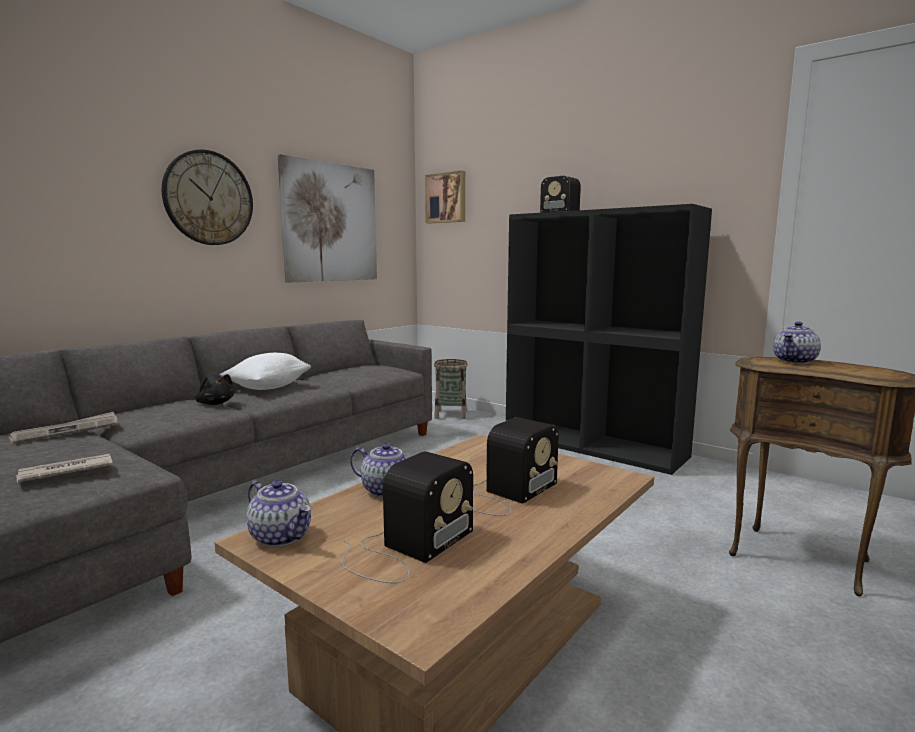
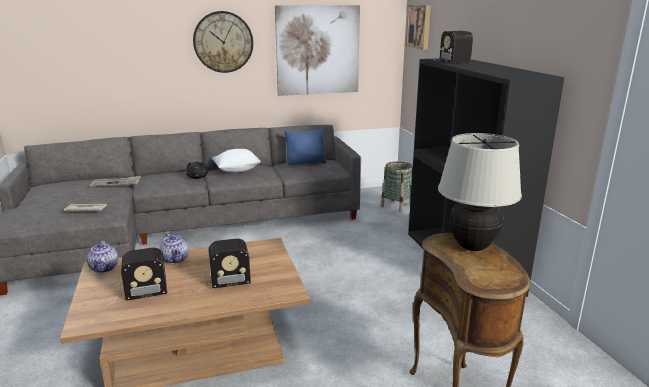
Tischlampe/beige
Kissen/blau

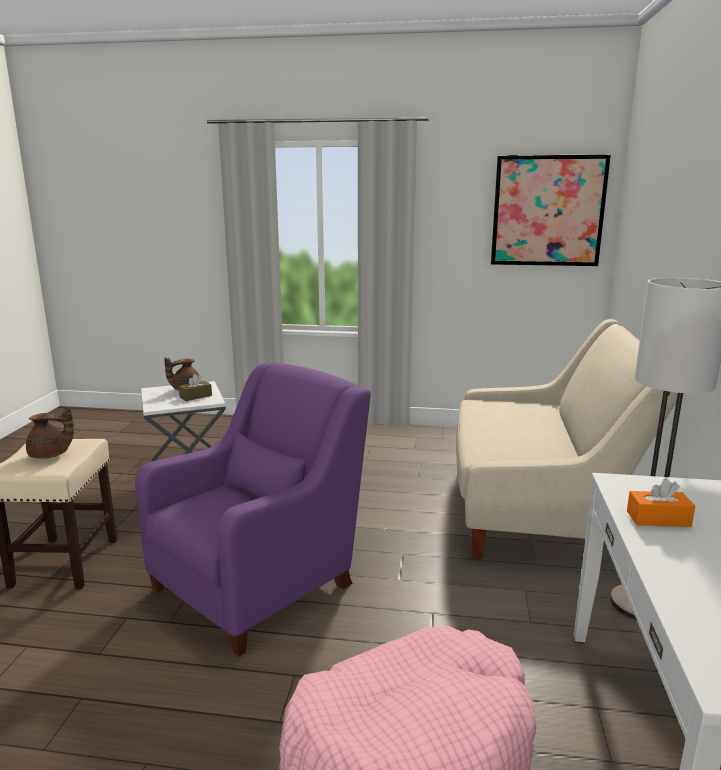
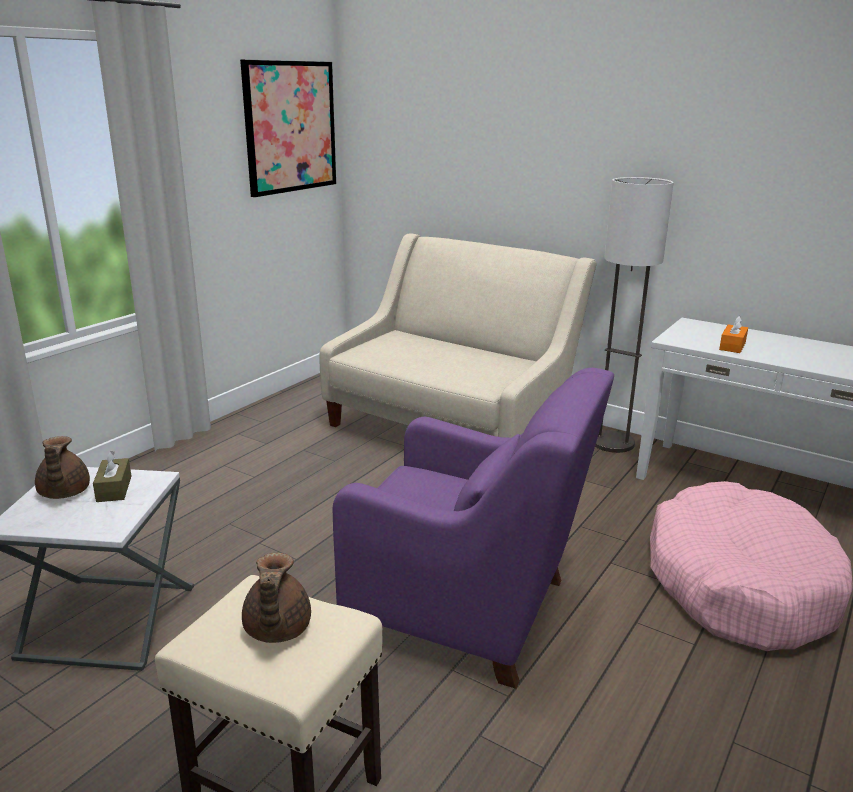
Teekanne/braun (no. 2 from left)
Sessel/lila

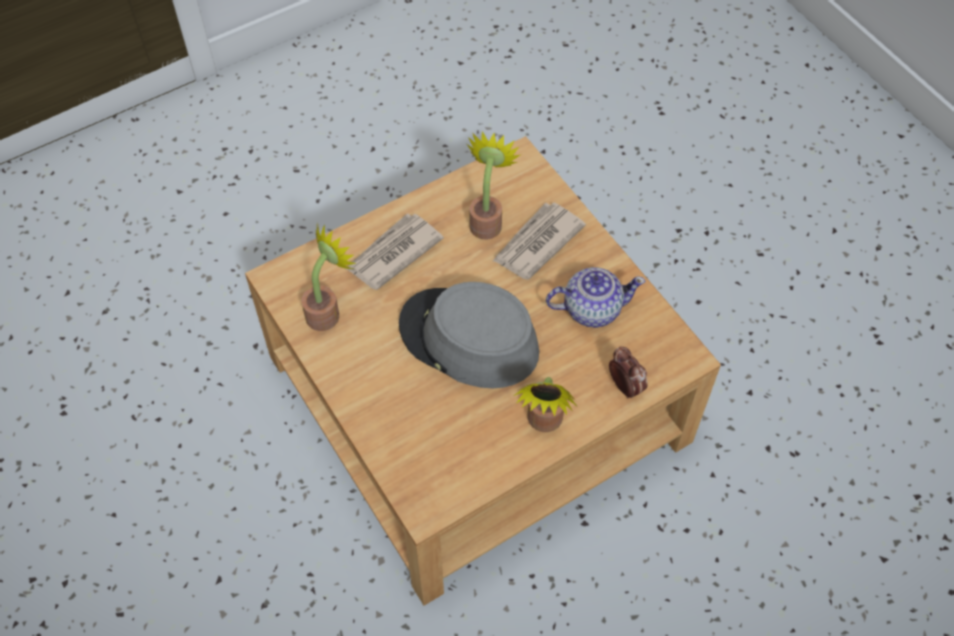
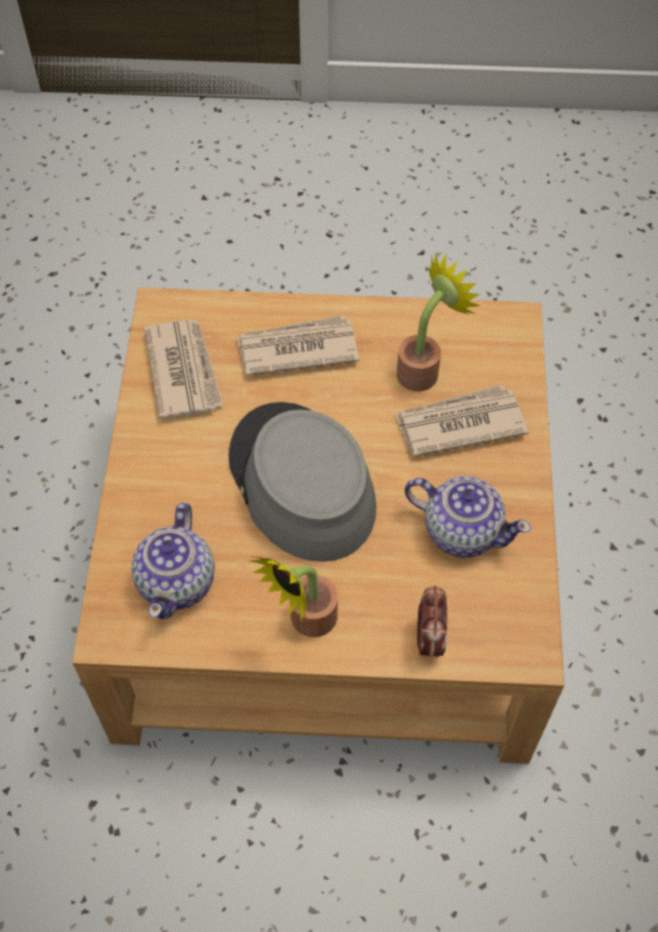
Zeitung (no. 1 from left)
Teekanne (no. 1 from left)

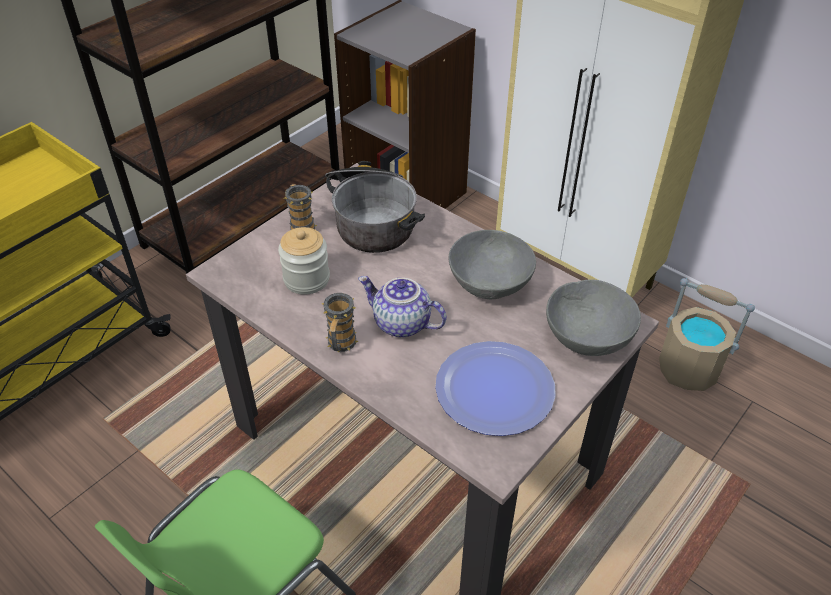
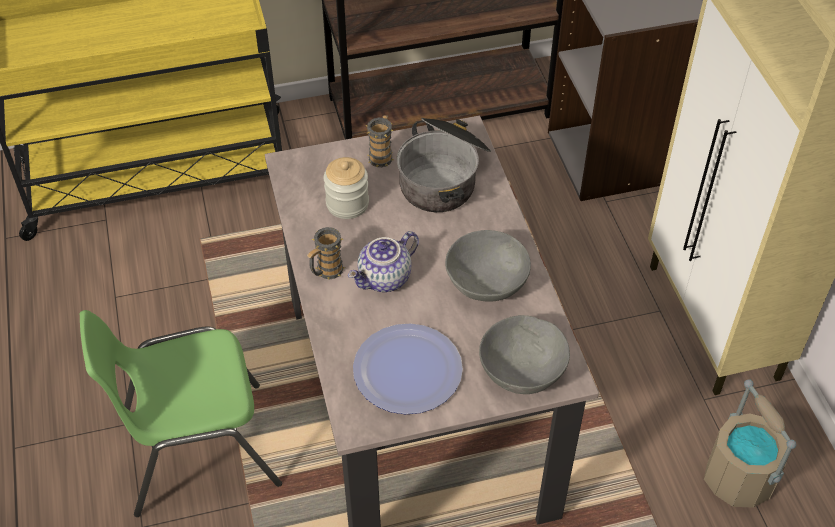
Teekanne

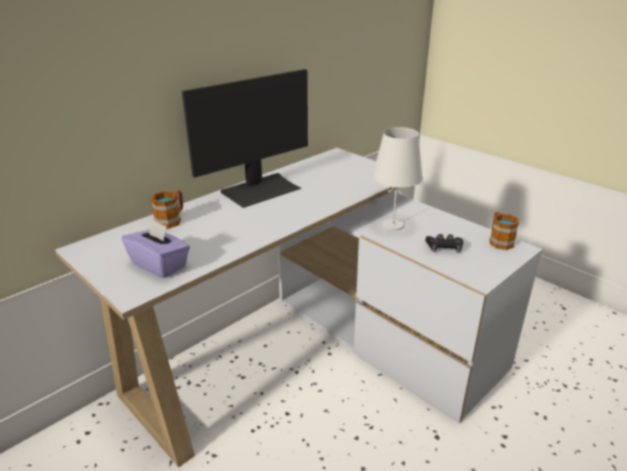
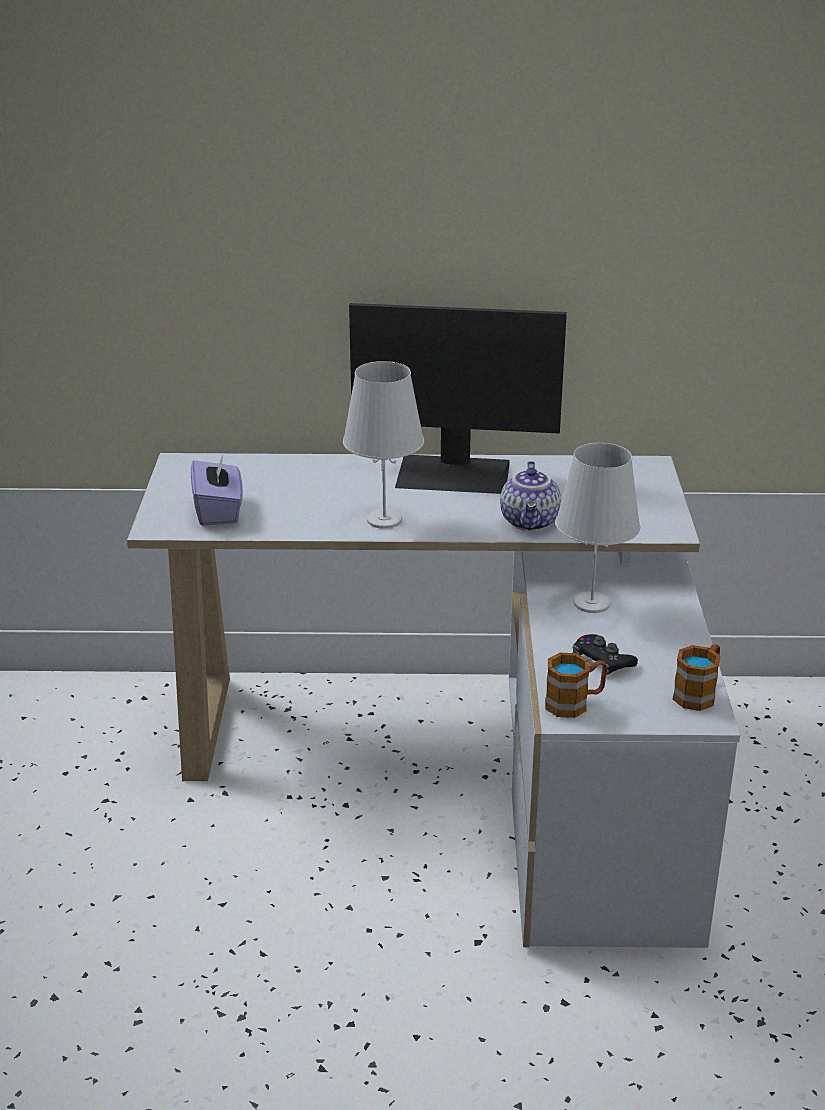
Henkelbecher (no. 1 from left)
Tischlampe/weiß (no. 1 from left)
Teekanne

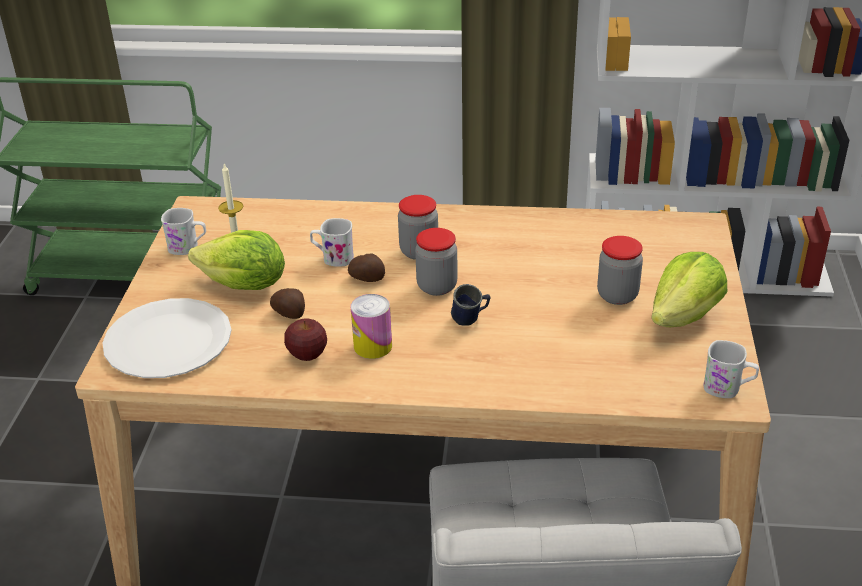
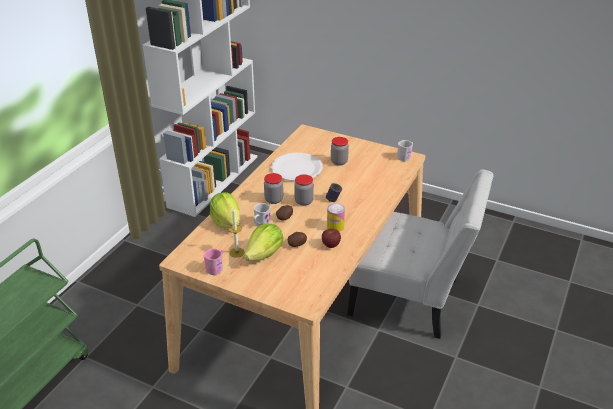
Teller/weiß
Henkelbecher/rosa
Salatkopf (no. 1 from left)

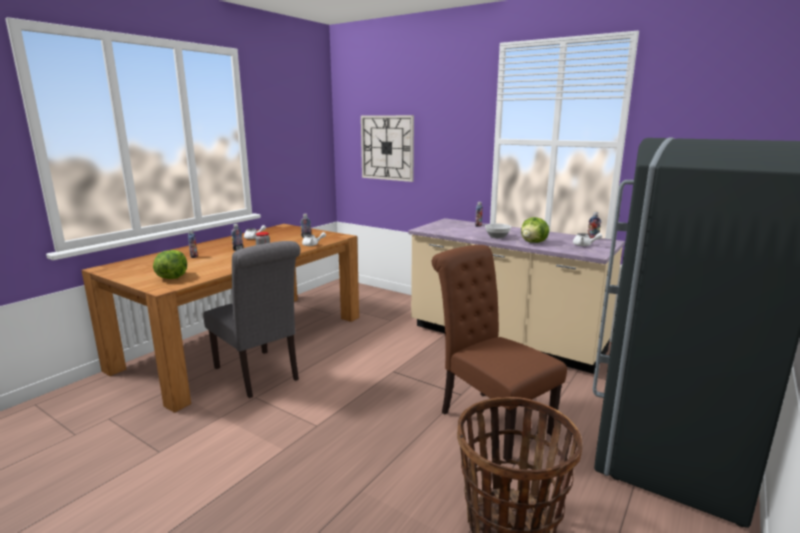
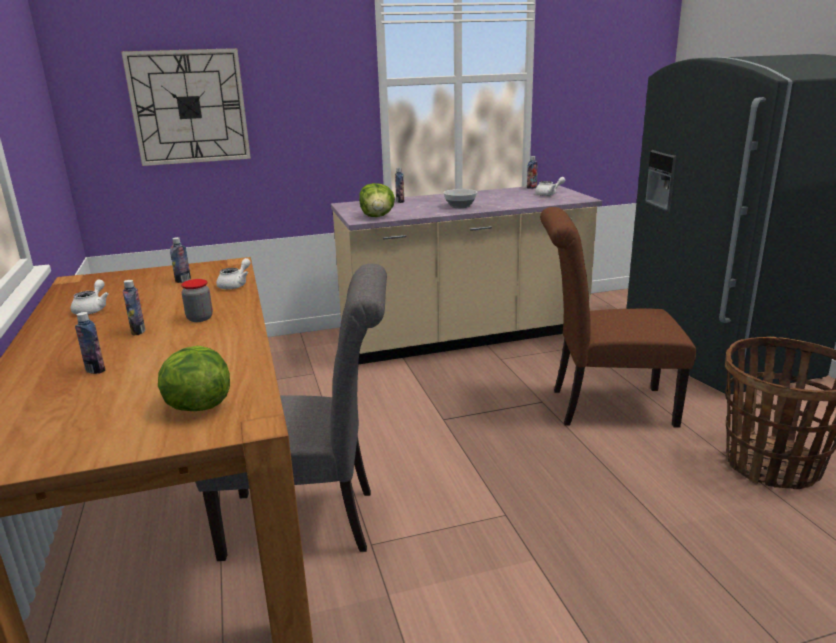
Salatkopf (no. 2 from left)

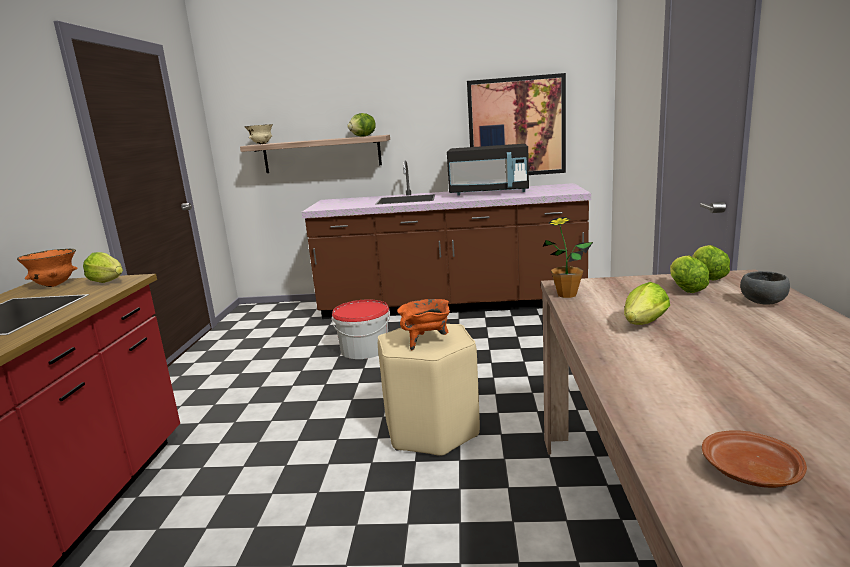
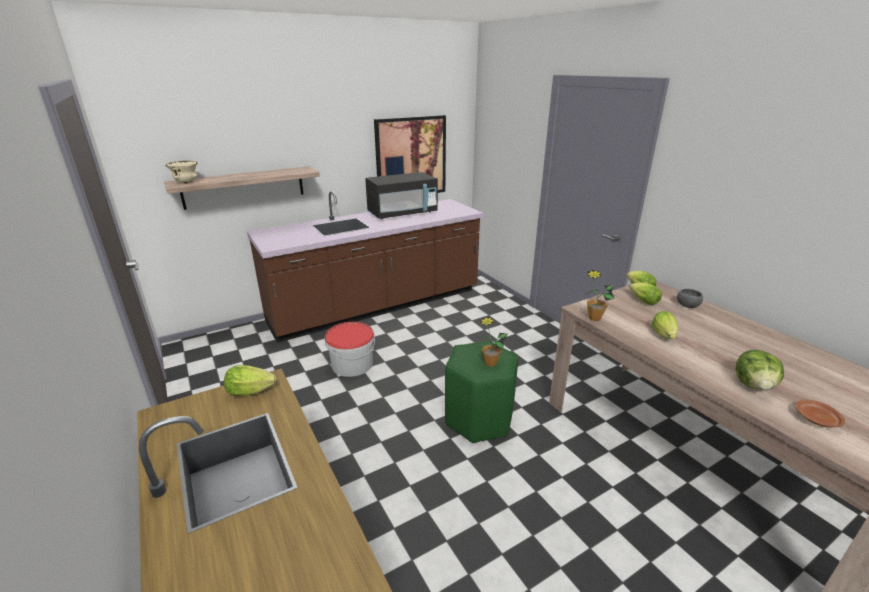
Schüssel/orange
Salatkopf (no. 5 from left)
Hocker/grün
Topfpflanze (no. 1 from left)

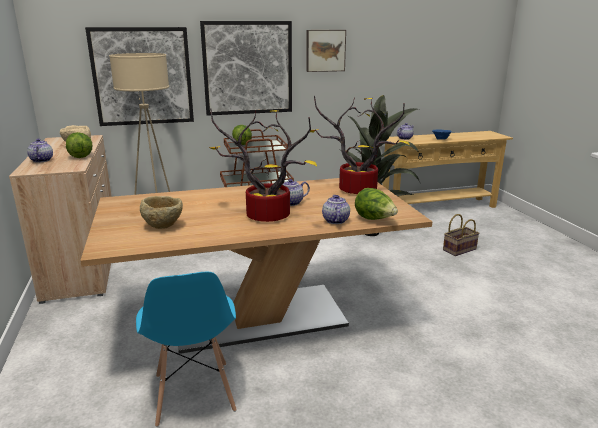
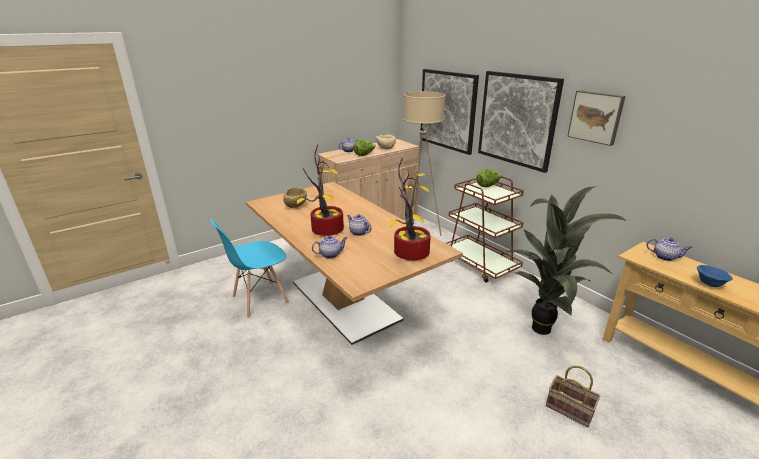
Salatkopf (no. 3 from left in the first image)

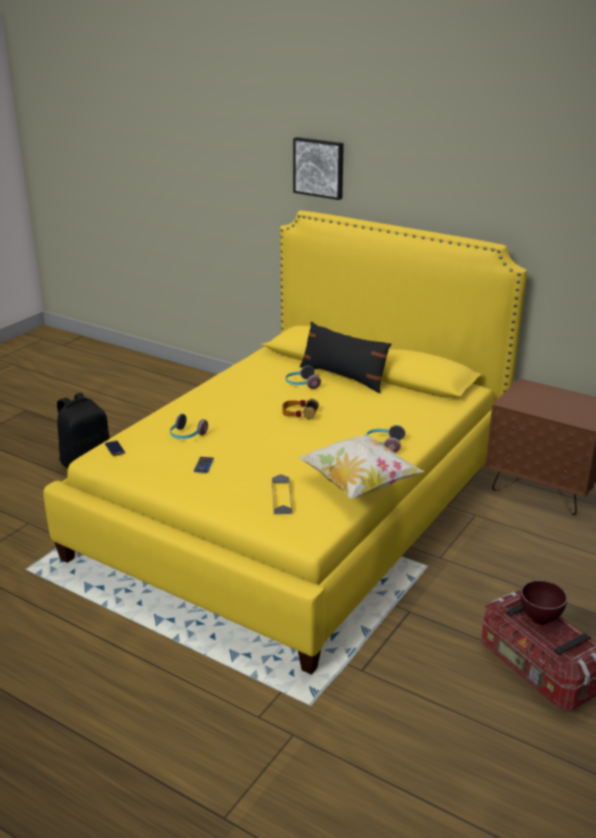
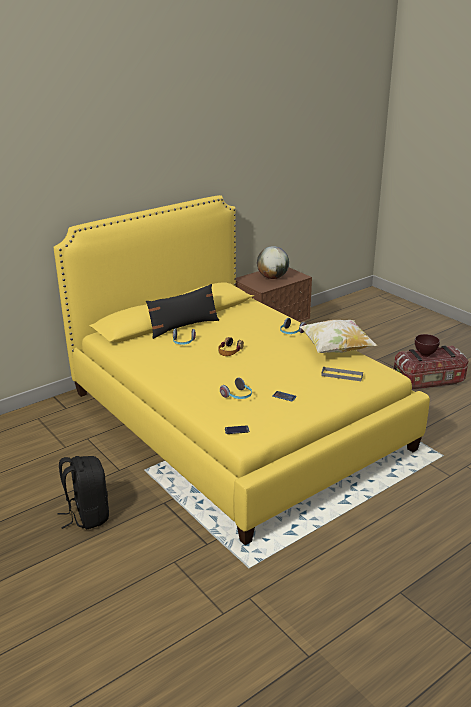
Bild
Globus

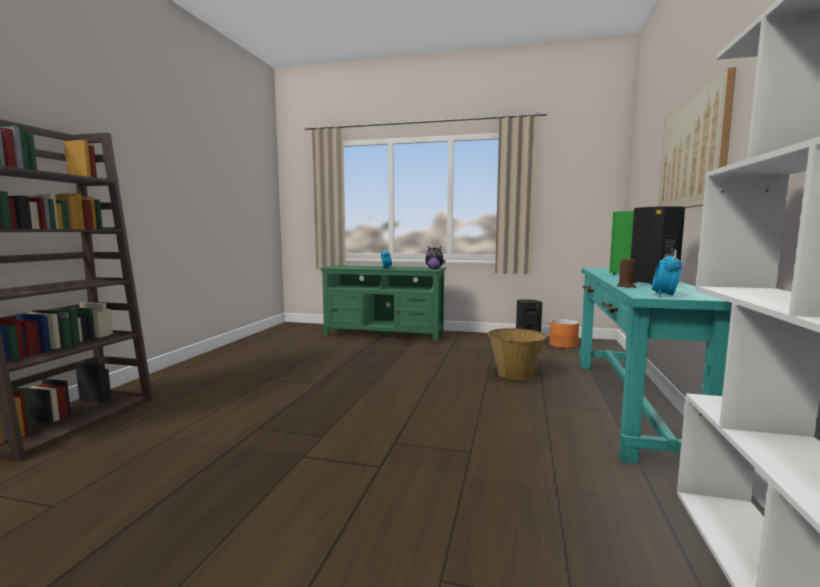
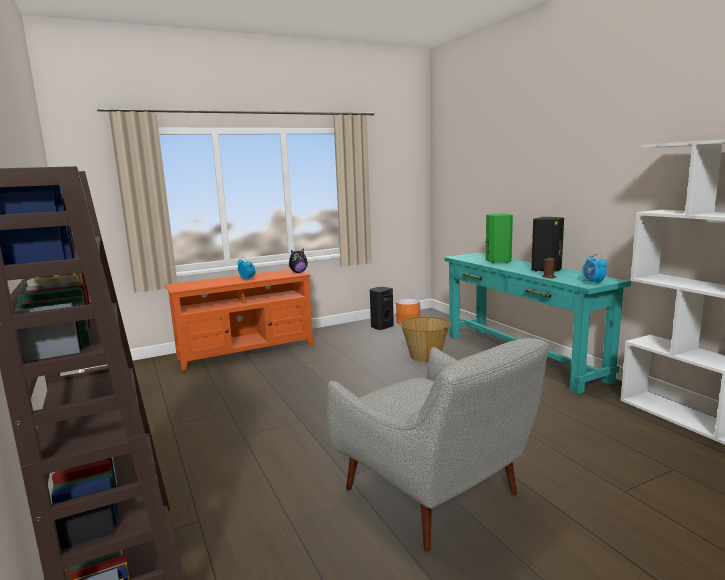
Fernsehschrank/orange
Bild
Sessel/grau

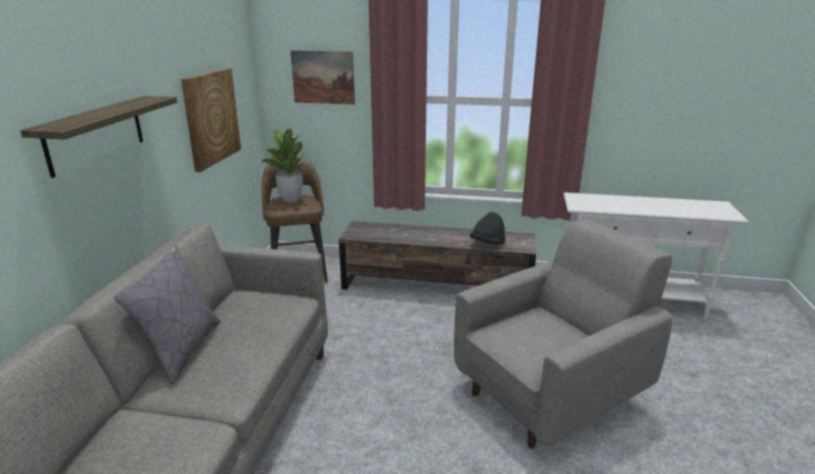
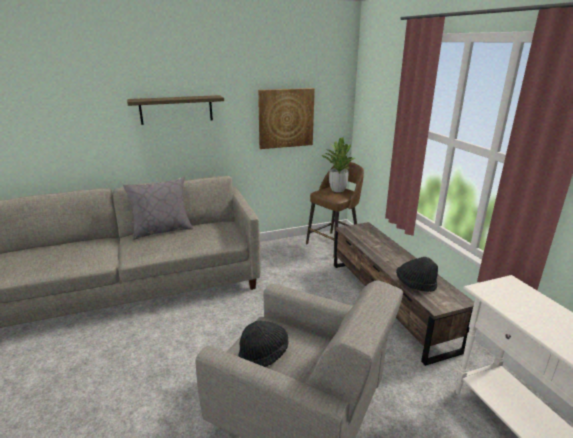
Bild (no. 2 from left in the first image)
Hut/schwarz (no. 1 from left)

